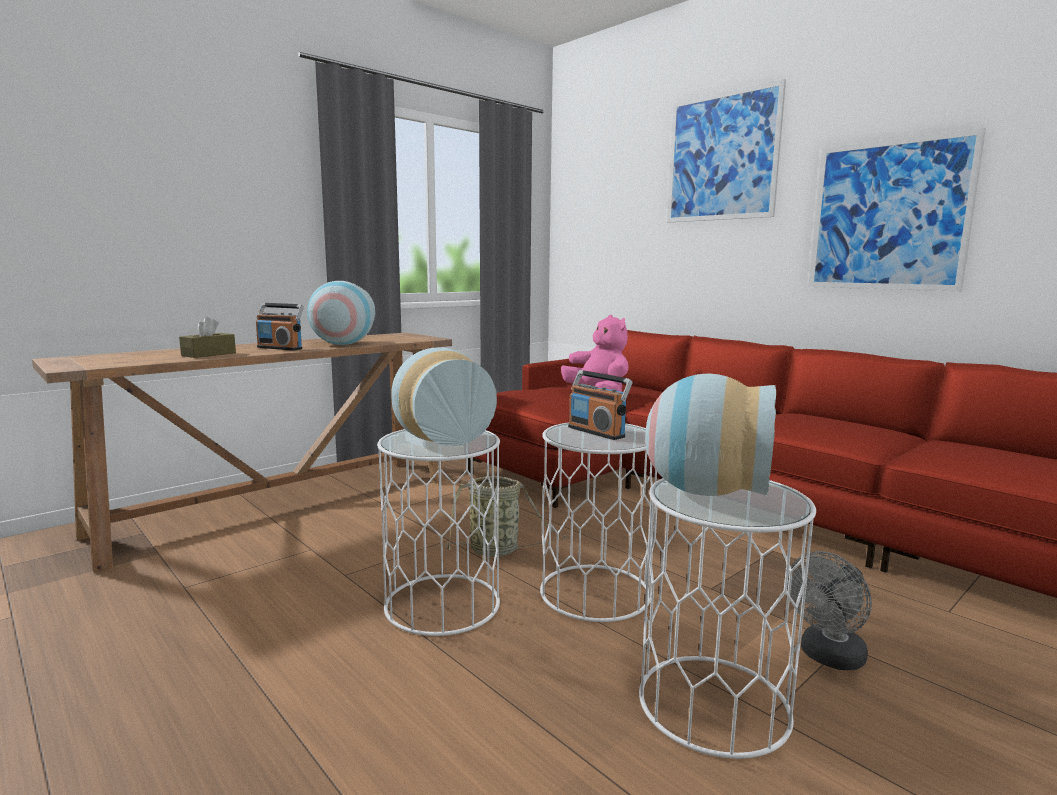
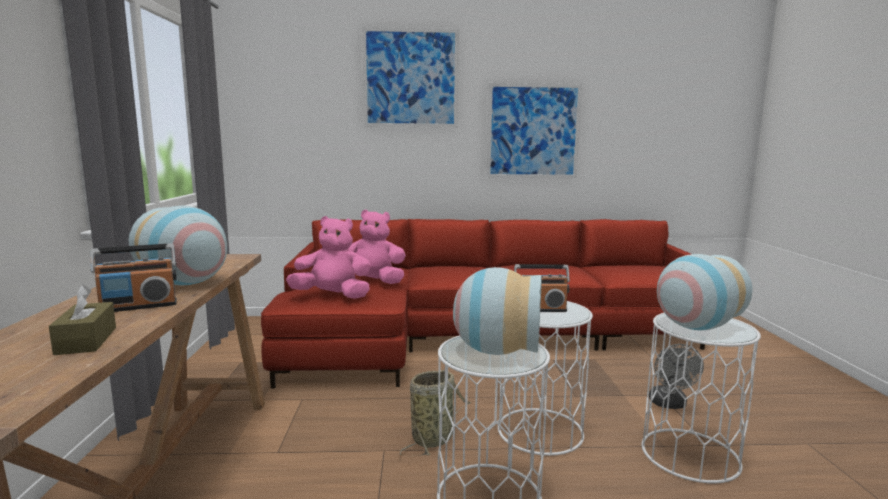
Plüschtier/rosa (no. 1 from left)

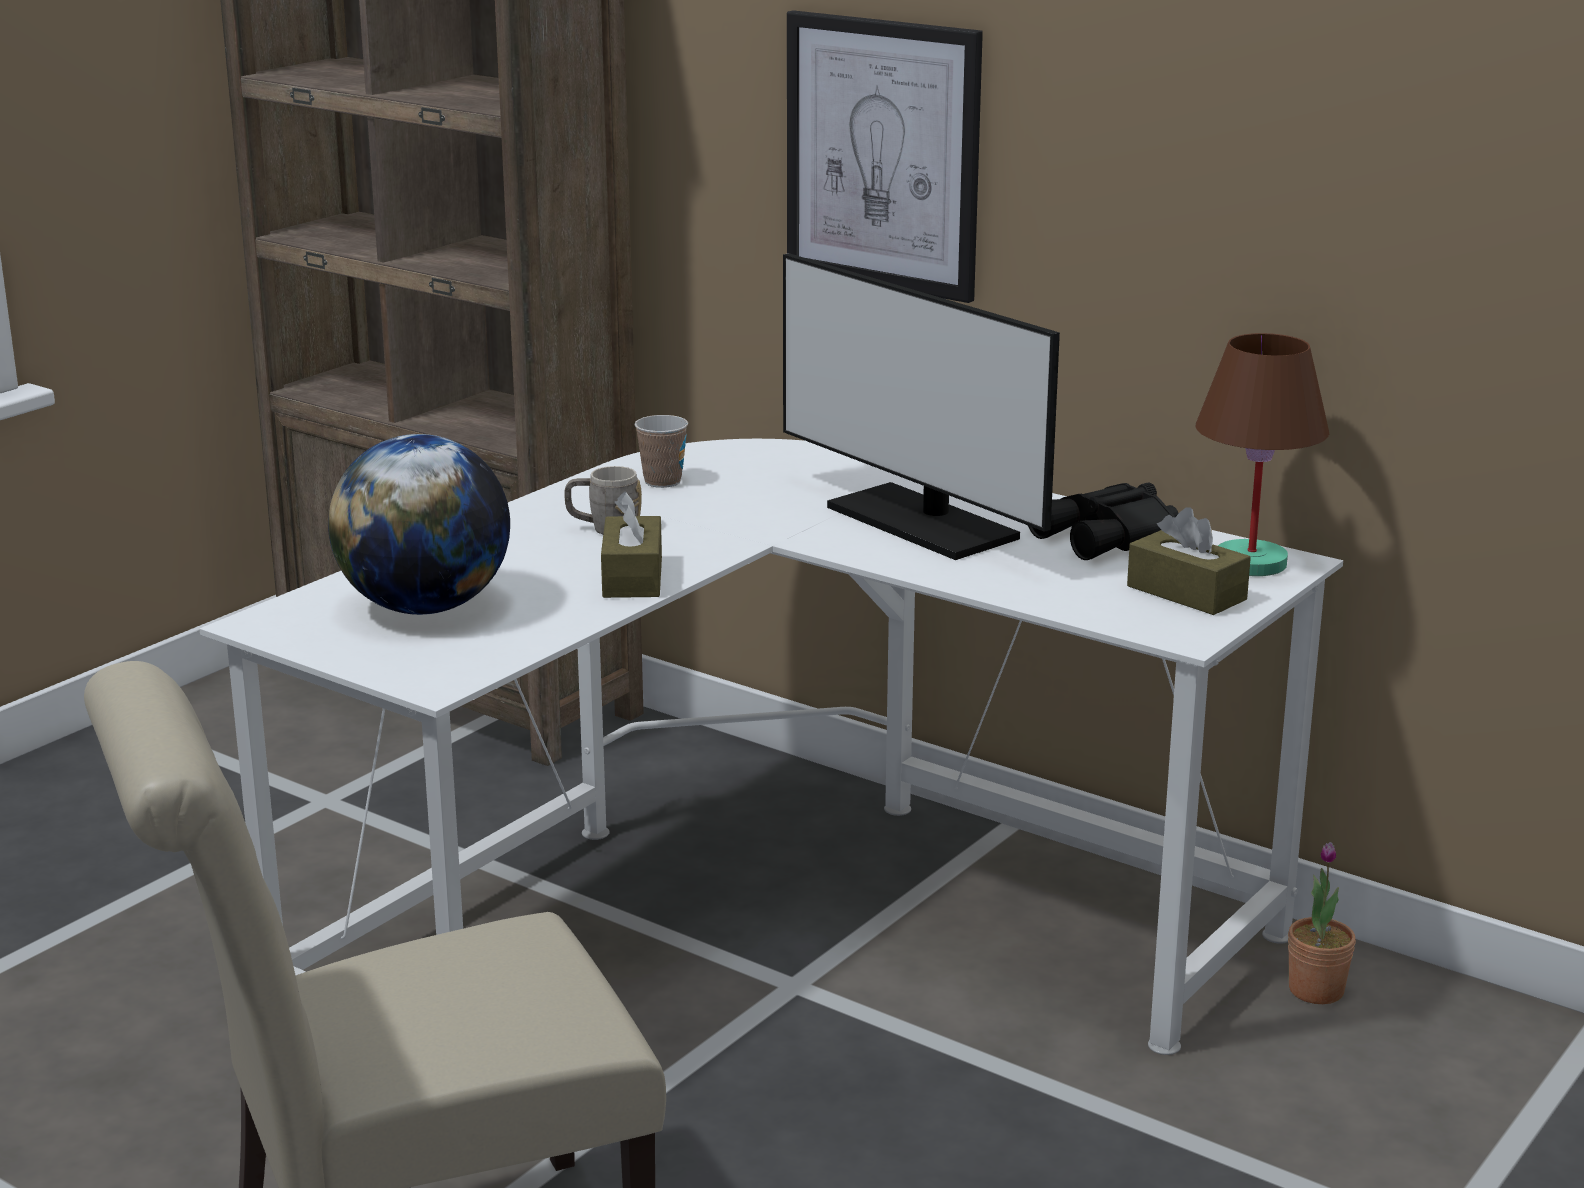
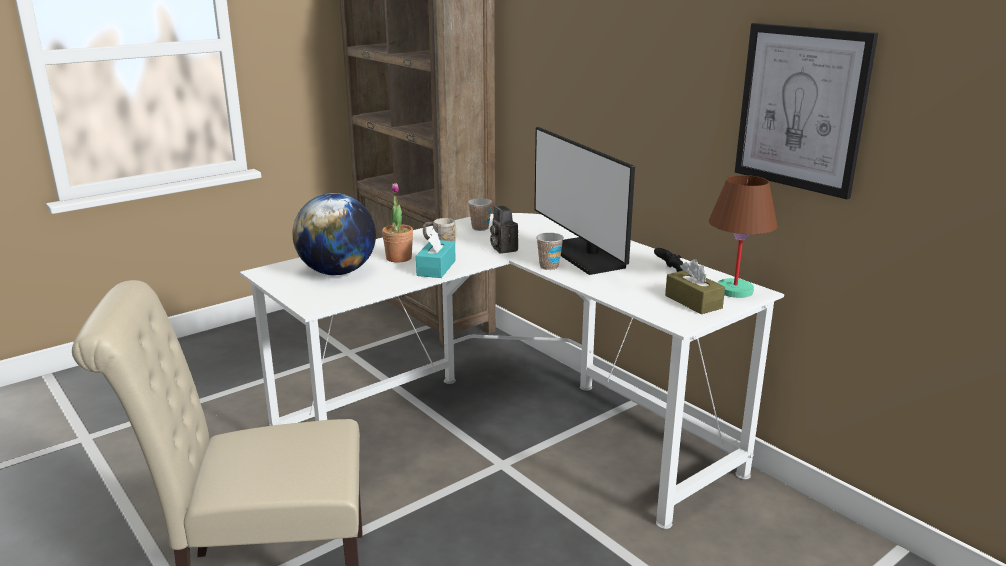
Taschentuchbox/türkis
Bild
Gamepad/schwarz
Topfpflanze
Kamera
Tasse (no. 2 from left)

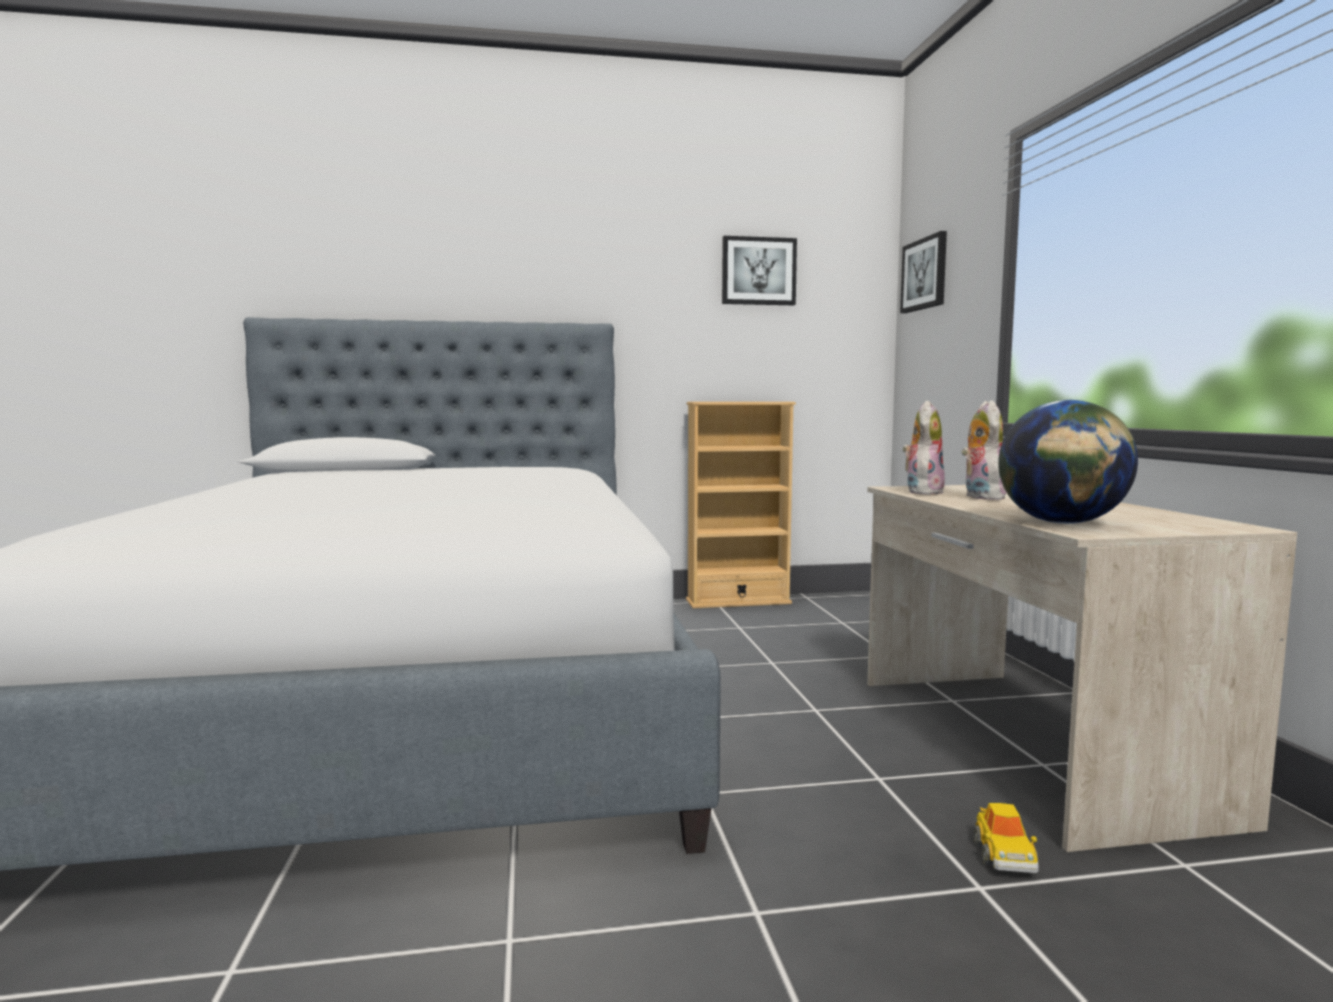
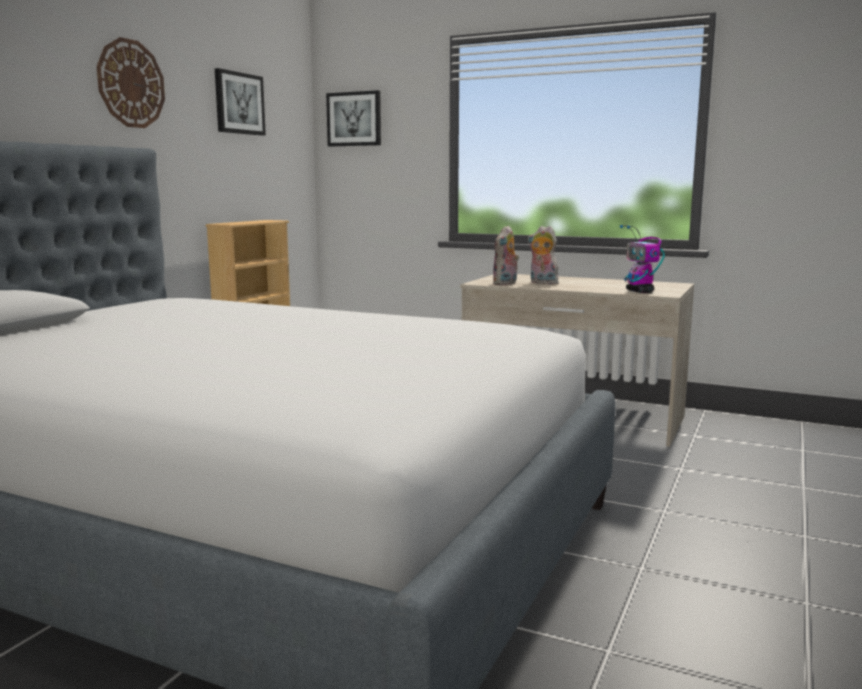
Plüschtier (no. 1 from left)
Spielzeugauto
Spielzeugroboter
Wanduhr

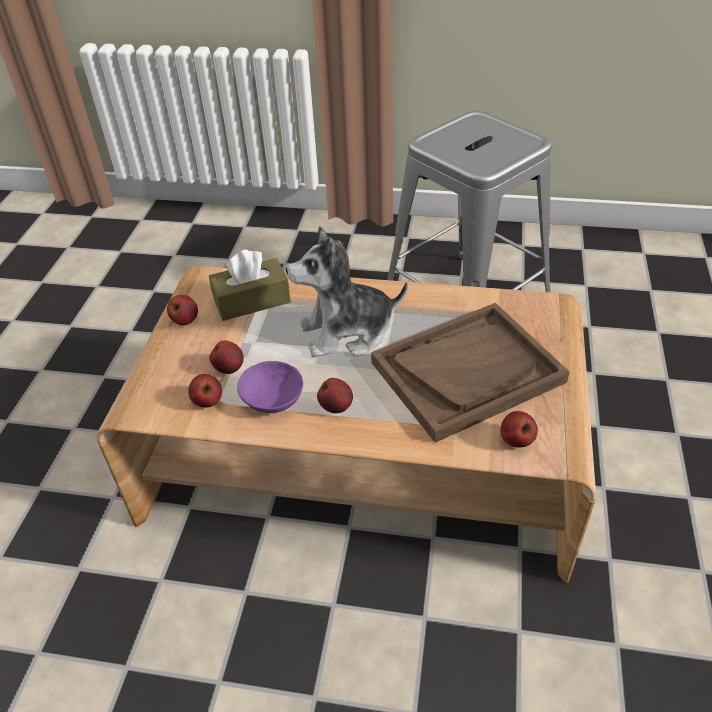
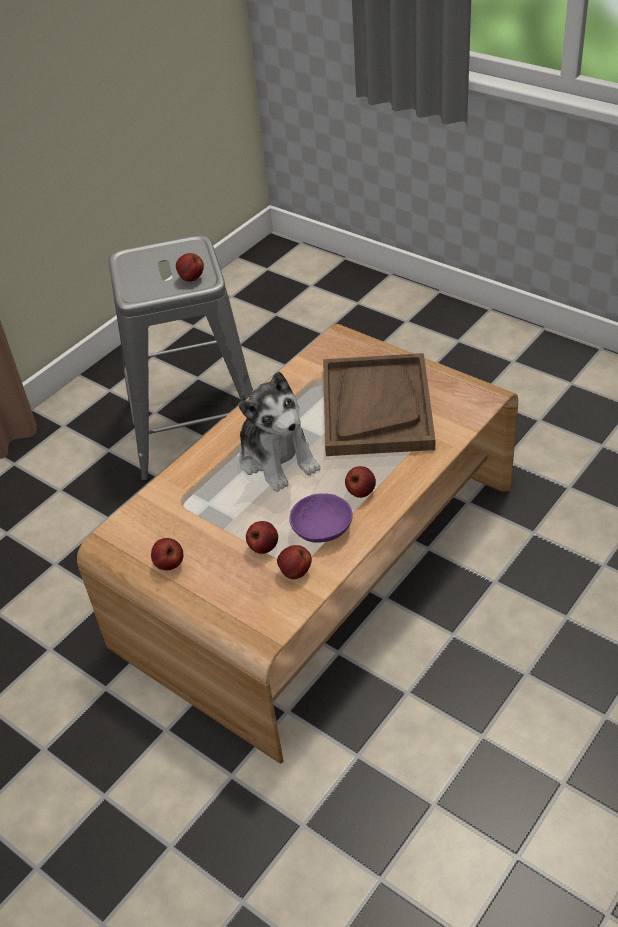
Taschentuchbox/braun
Plüschtier
Apfel (no. 2 from left)

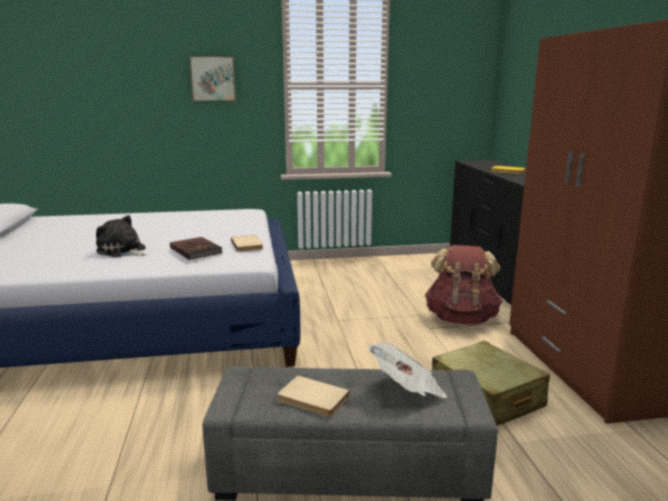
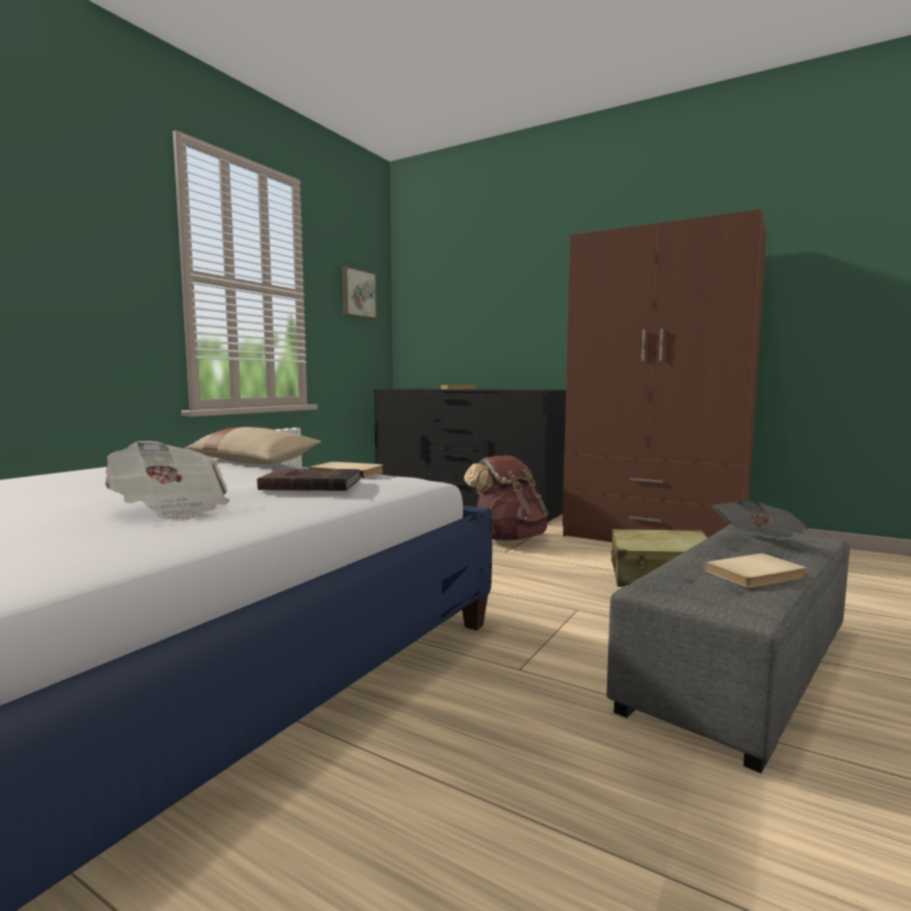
Zeitung (no. 1 from left)
Bild
Kissen/beige

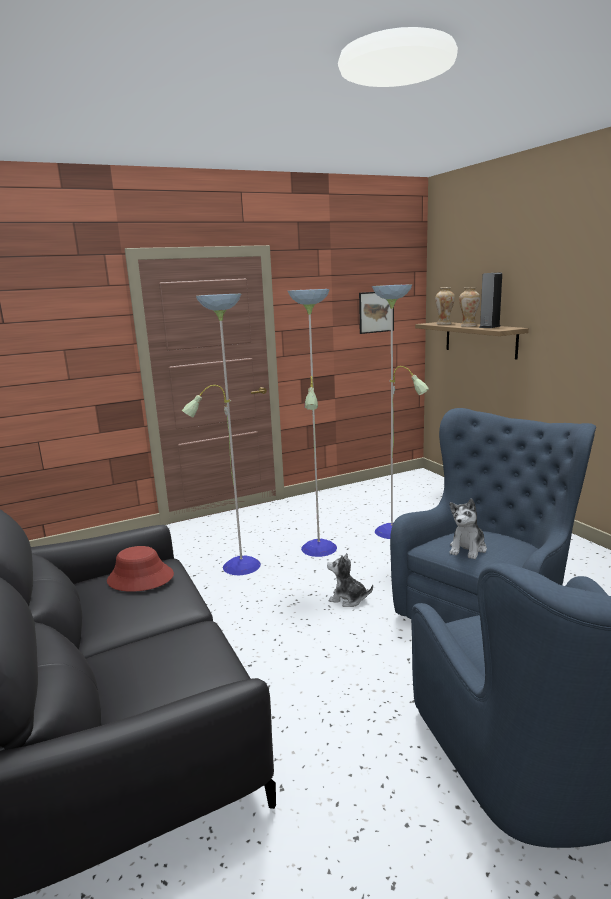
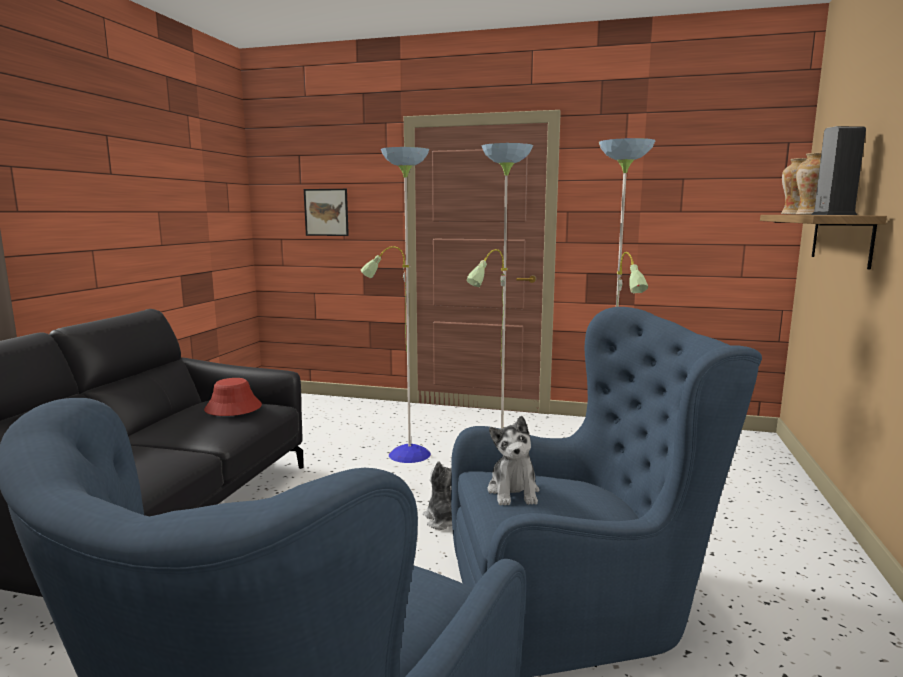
Bild
Plüschtier (no. 2 from left)

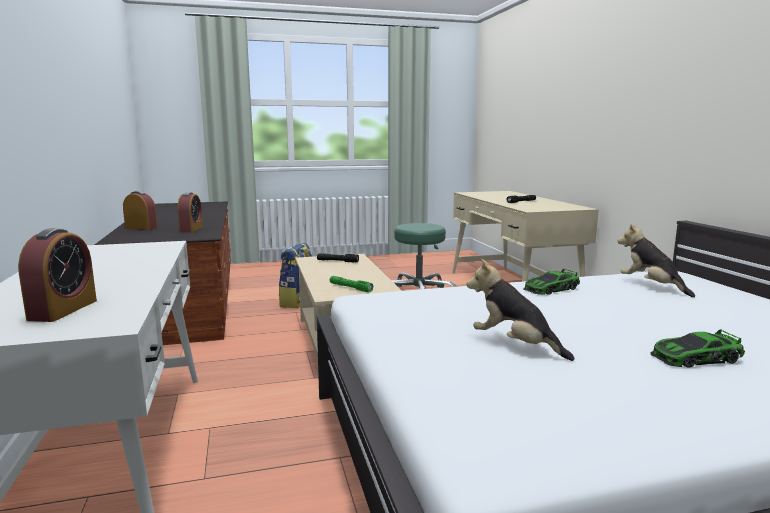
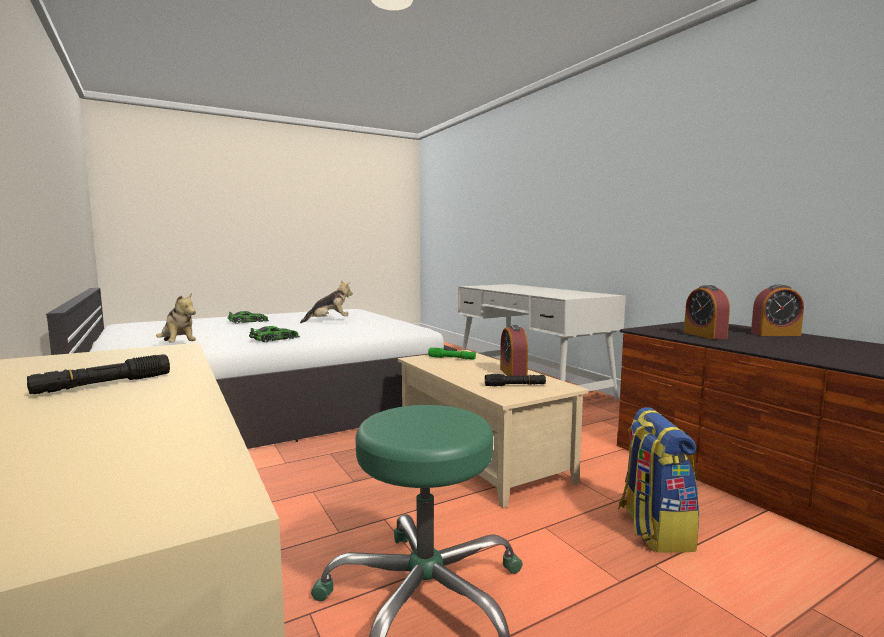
Wecker (no. 1 from left)
Plüschtier (no. 2 from left)

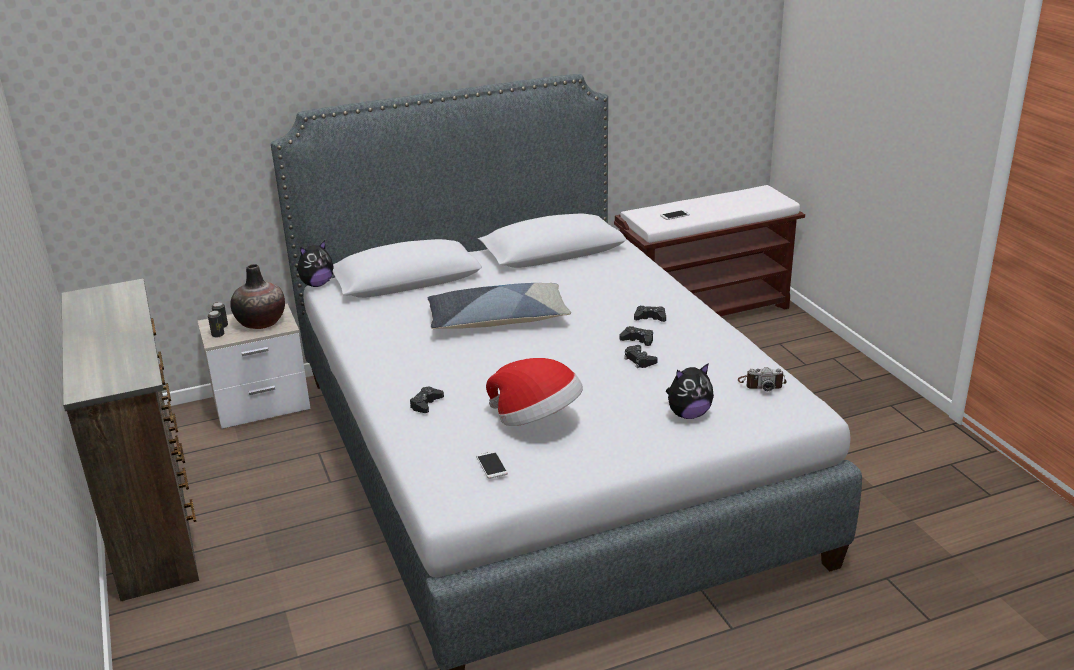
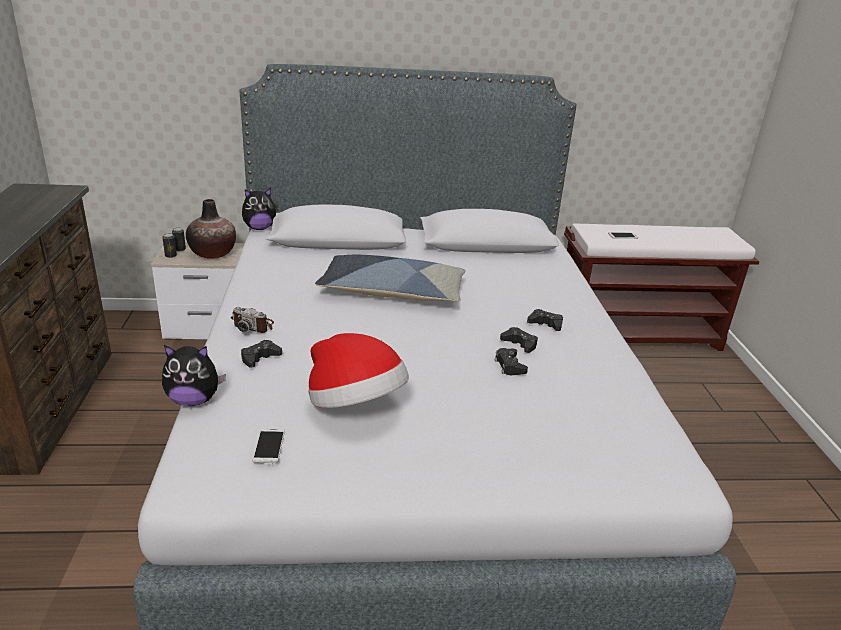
Plüschtier (no. 1 from left)
Kamera

